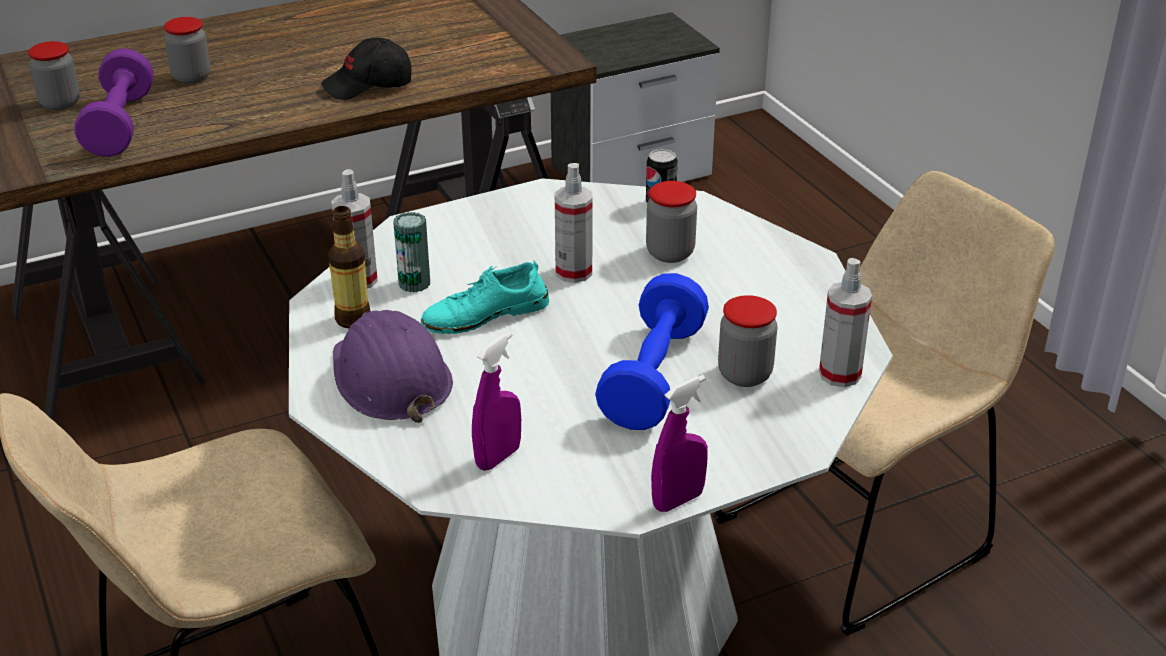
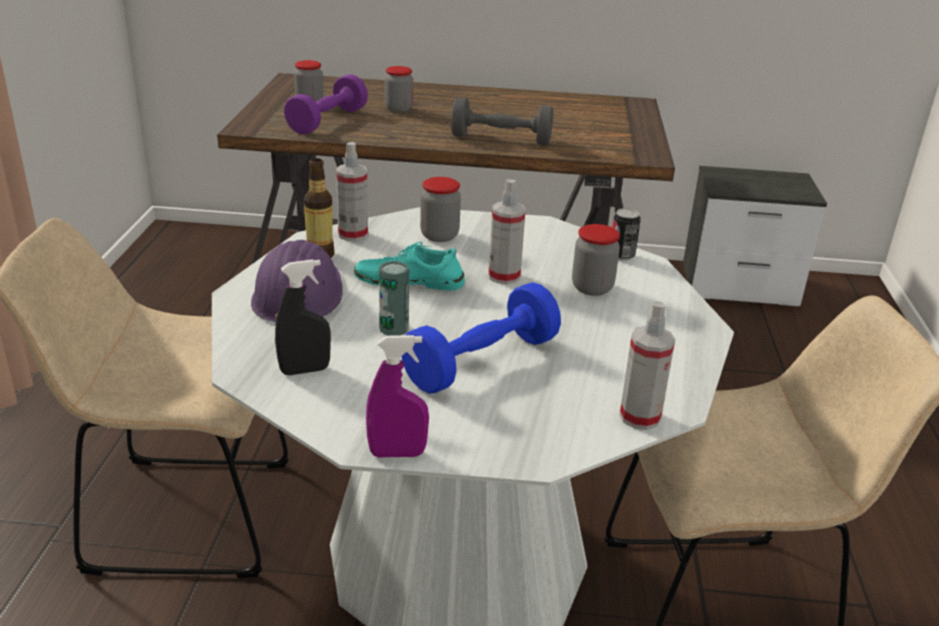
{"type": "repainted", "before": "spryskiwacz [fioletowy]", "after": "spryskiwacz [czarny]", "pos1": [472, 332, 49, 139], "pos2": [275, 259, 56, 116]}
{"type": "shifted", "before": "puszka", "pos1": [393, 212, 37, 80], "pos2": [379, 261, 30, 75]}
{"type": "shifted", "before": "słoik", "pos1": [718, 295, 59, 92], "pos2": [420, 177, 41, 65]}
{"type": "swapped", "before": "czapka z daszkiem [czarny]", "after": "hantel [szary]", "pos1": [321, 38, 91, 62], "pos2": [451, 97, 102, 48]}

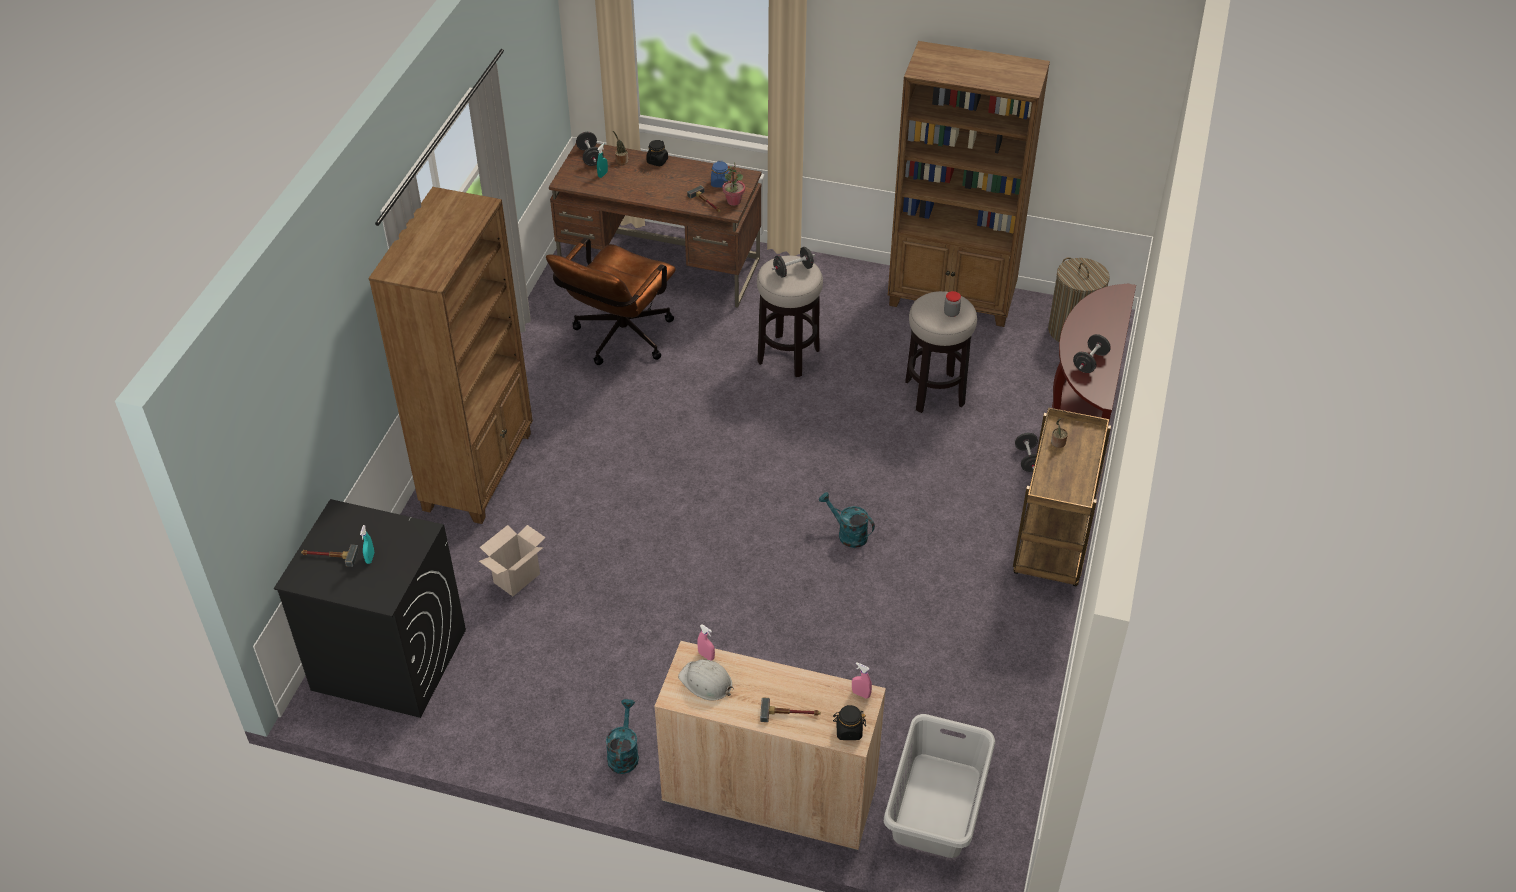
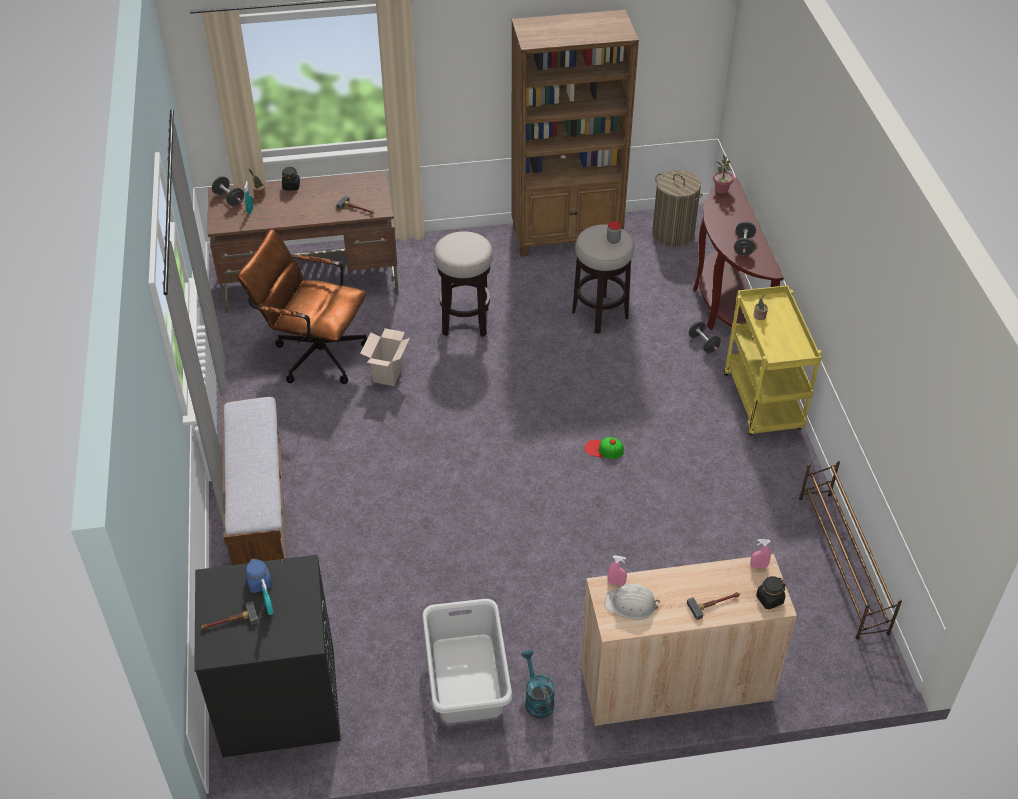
{"type": "swapped", "before": "regał [brązowy]", "after": "ławka", "pos1": [369, 187, 164, 337], "pos2": [222, 396, 64, 169]}
{"type": "rotated", "before": "krzesło biurowe [brązowy]", "pos1": [546, 238, 130, 127], "pos2": [237, 229, 130, 155], "turn": 105}
{"type": "shifted", "before": "słoik [niebieski]", "pos1": [711, 161, 18, 27], "pos2": [245, 558, 27, 35]}
{"type": "shifted", "before": "karton", "pos1": [479, 525, 67, 71], "pos2": [360, 328, 50, 58]}
{"type": "shifted", "before": "kosz na pranie [szary]", "pos1": [884, 714, 111, 144], "pos2": [422, 599, 90, 124]}
{"type": "swapped", "before": "konewka [turkusowy]", "after": "czapka z daszkiem", "pos1": [819, 492, 56, 56], "pos2": [584, 437, 40, 22]}
{"type": "shifted", "before": "roślina doniczkowa", "pos1": [722, 162, 23, 44], "pos2": [713, 155, 21, 39]}
{"type": "repainted", "before": "wózek [brązowy]", "after": "wózek [żółty]", "pos1": [1013, 407, 98, 179], "pos2": [724, 285, 98, 150]}
{"type": "new", "after": "regał na buty [brązowy]", "pos2": [799, 461, 103, 178]}
{"type": "gone", "before": "hantel [czarny]", "pos1": [772, 247, 43, 31]}

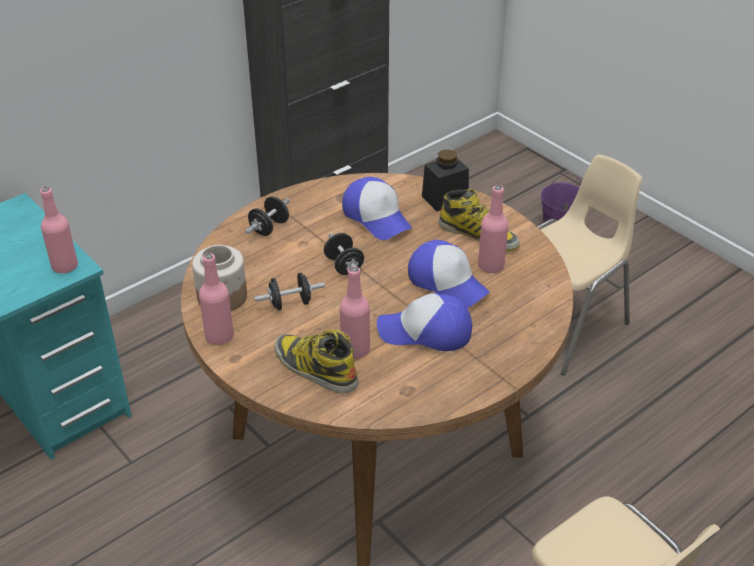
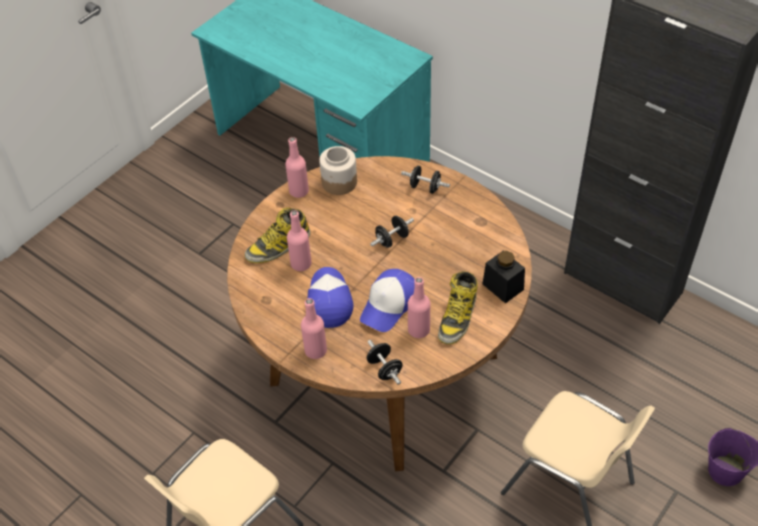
{"type": "rotated", "before": "but z cholewką", "pos1": [274, 330, 85, 63], "pos2": [245, 207, 65, 56], "turn": -150}
{"type": "shifted", "before": "butelka [różowy]", "pos1": [40, 187, 38, 87], "pos2": [301, 298, 26, 61]}
{"type": "shifted", "before": "hantel [czarny]", "pos1": [254, 272, 71, 38], "pos2": [367, 340, 36, 45]}
{"type": "gone", "before": "czapka z daszkiem", "pos1": [342, 177, 70, 63]}

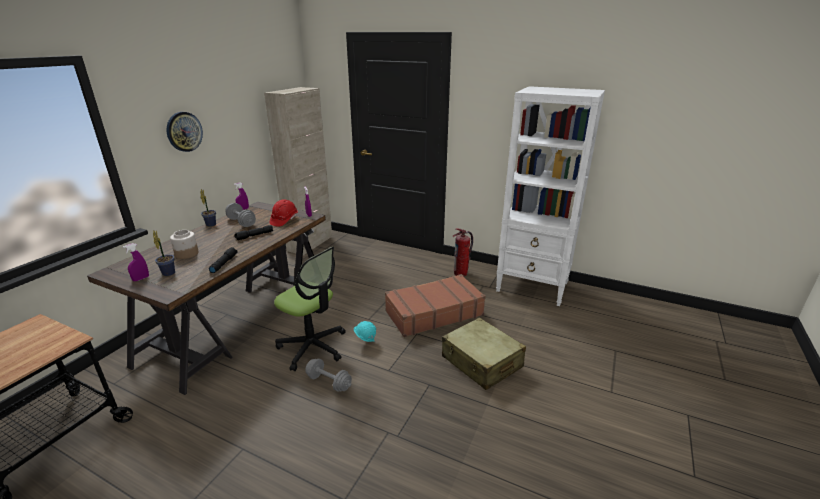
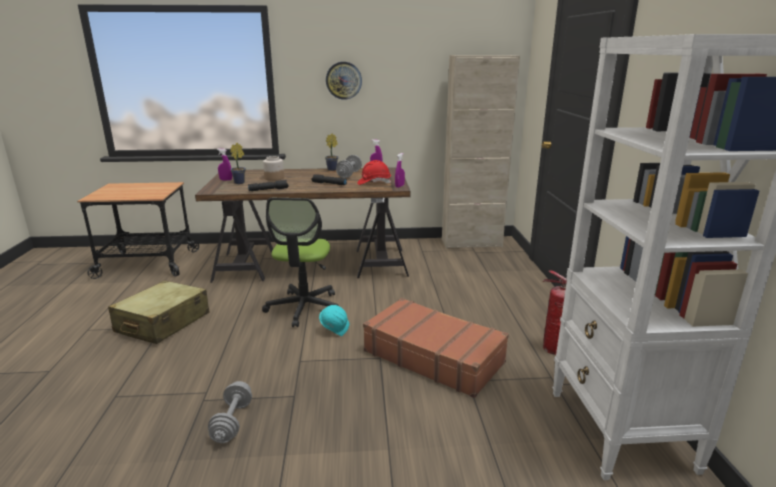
{"type": "shifted", "before": "walizka [beżowy]", "pos1": [442, 317, 84, 73], "pos2": [108, 280, 102, 64]}
{"type": "shifted", "before": "hantel [szary]", "pos1": [305, 359, 47, 32], "pos2": [208, 381, 44, 62]}

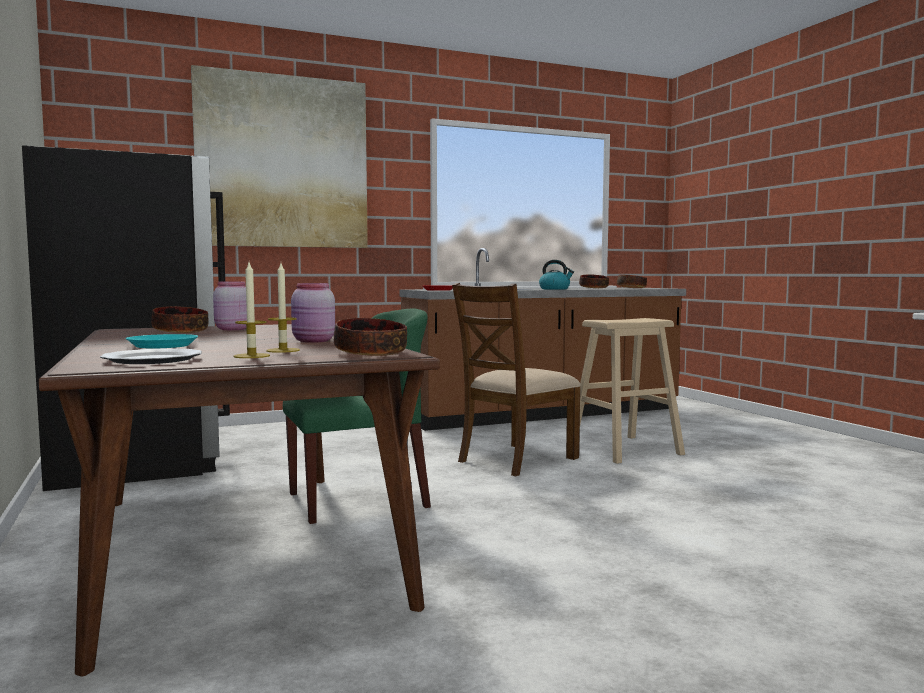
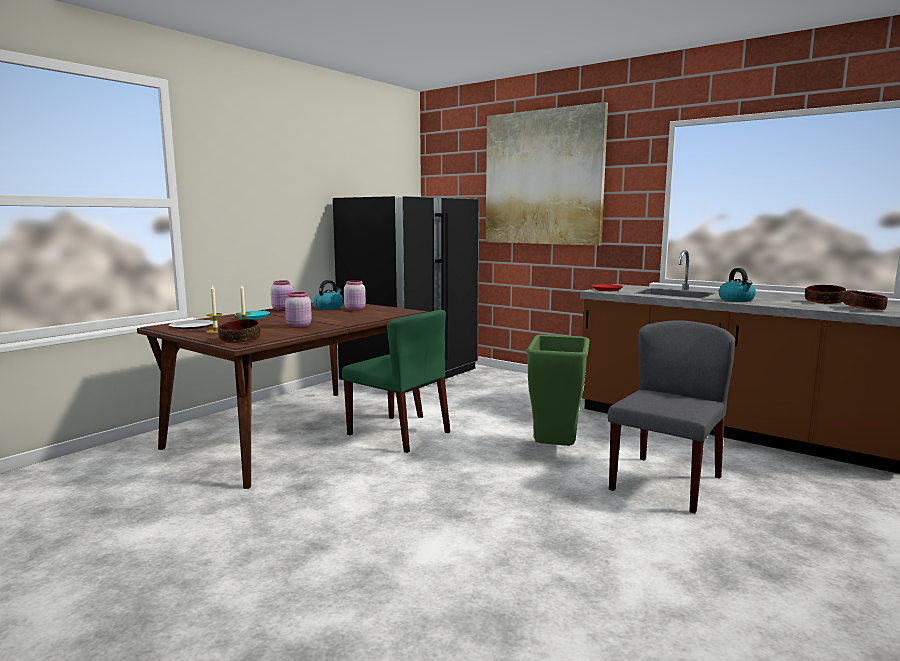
{"type": "new", "after": "słoik [różowy]", "pos2": [271, 280, 22, 31]}
{"type": "swapped", "before": "miska", "after": "czajnik", "pos1": [151, 306, 57, 27], "pos2": [313, 280, 31, 30]}
{"type": "swapped", "before": "krzesło [brązowy]", "after": "kosz na śmieci [zielony]", "pos1": [452, 283, 129, 193], "pos2": [526, 335, 63, 111]}
{"type": "swapped", "before": "stołek [beżowy]", "after": "krzesło [szary]", "pos1": [580, 318, 105, 146], "pos2": [608, 320, 127, 193]}

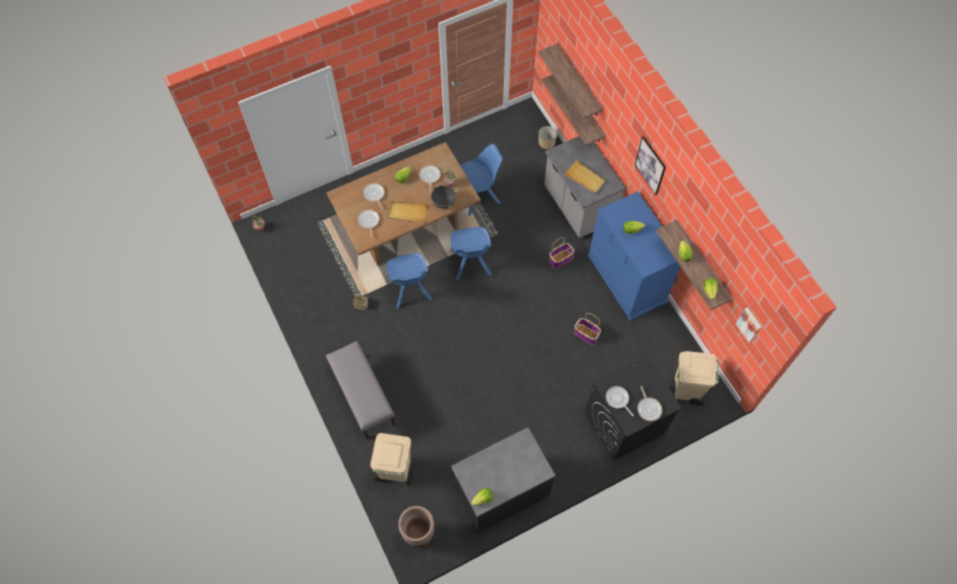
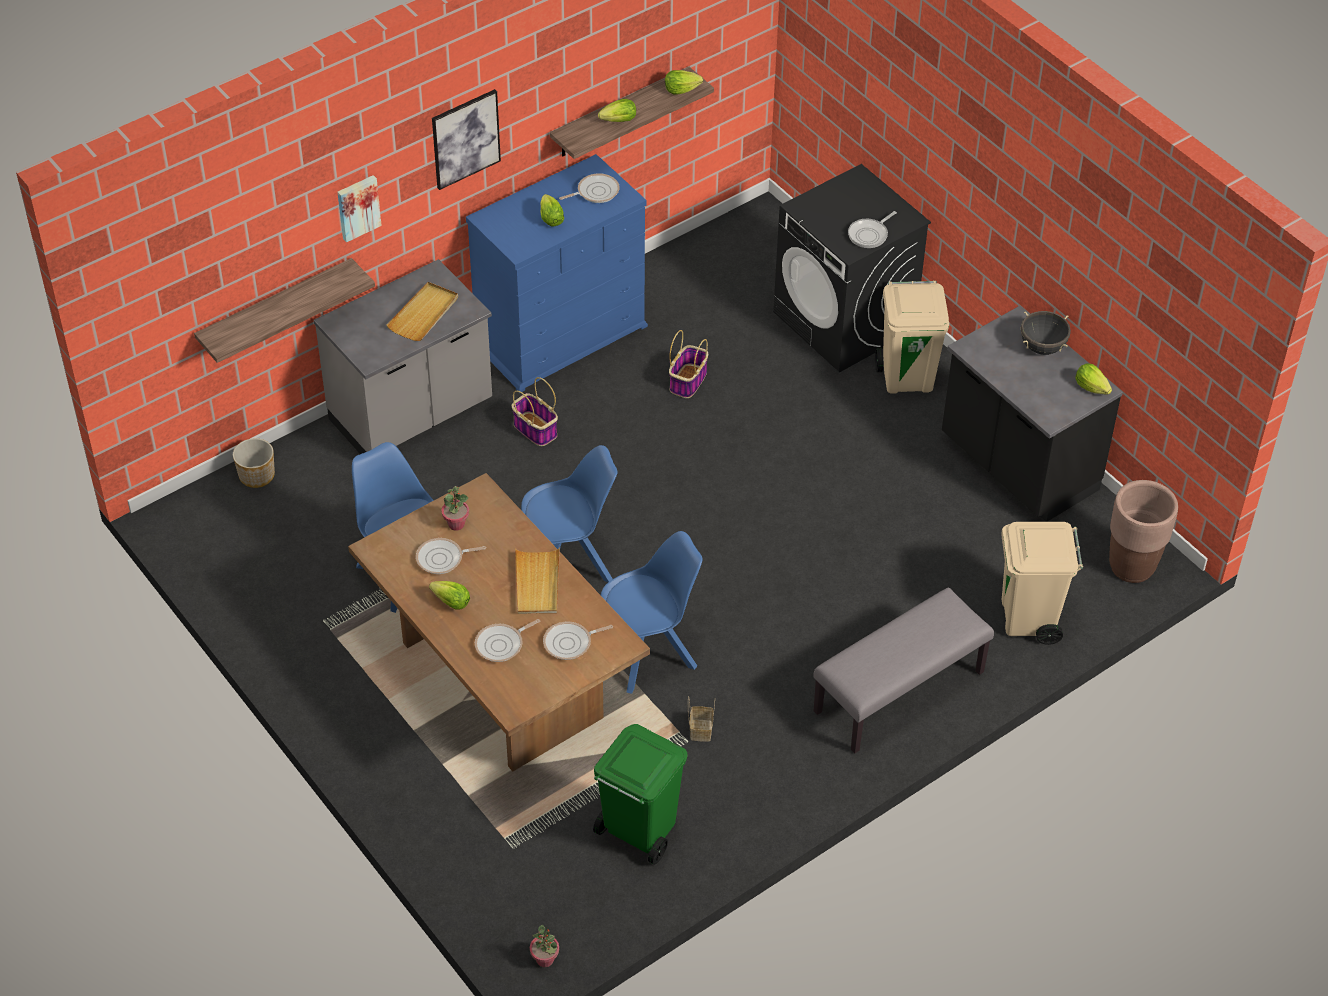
{"type": "shifted", "before": "obraz", "pos1": [736, 307, 25, 36], "pos2": [337, 175, 45, 67]}
{"type": "shifted", "before": "patelnia", "pos1": [637, 386, 25, 35], "pos2": [559, 173, 61, 30]}
{"type": "new", "after": "kosz na śmieci [zielony]", "pos2": [593, 724, 95, 141]}
{"type": "shifted", "before": "kosz na śmieci [beżowy]", "pos1": [674, 351, 45, 55], "pos2": [875, 280, 74, 114]}
{"type": "shifted", "before": "garnek [czarny]", "pos1": [431, 184, 26, 25], "pos2": [1021, 311, 50, 44]}
{"type": "gone", "before": "półka", "pos1": [538, 44, 65, 75]}

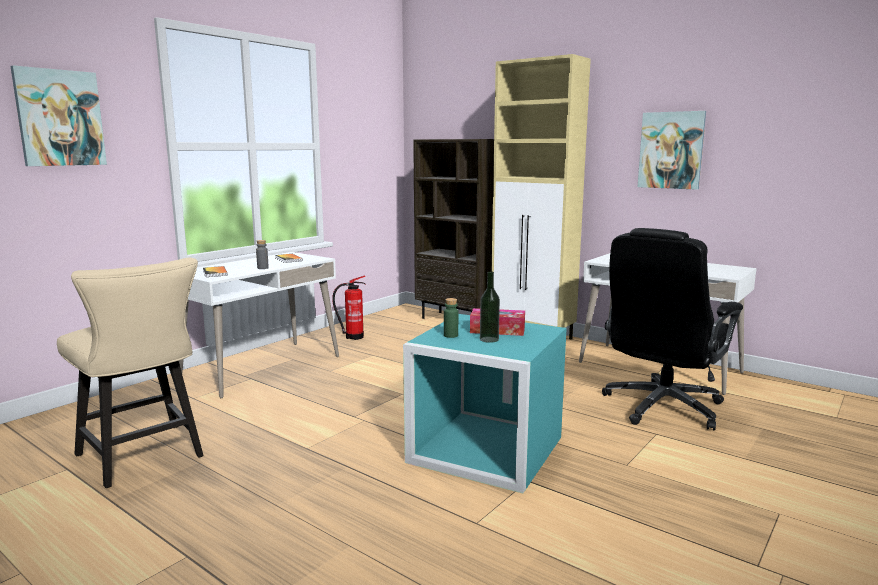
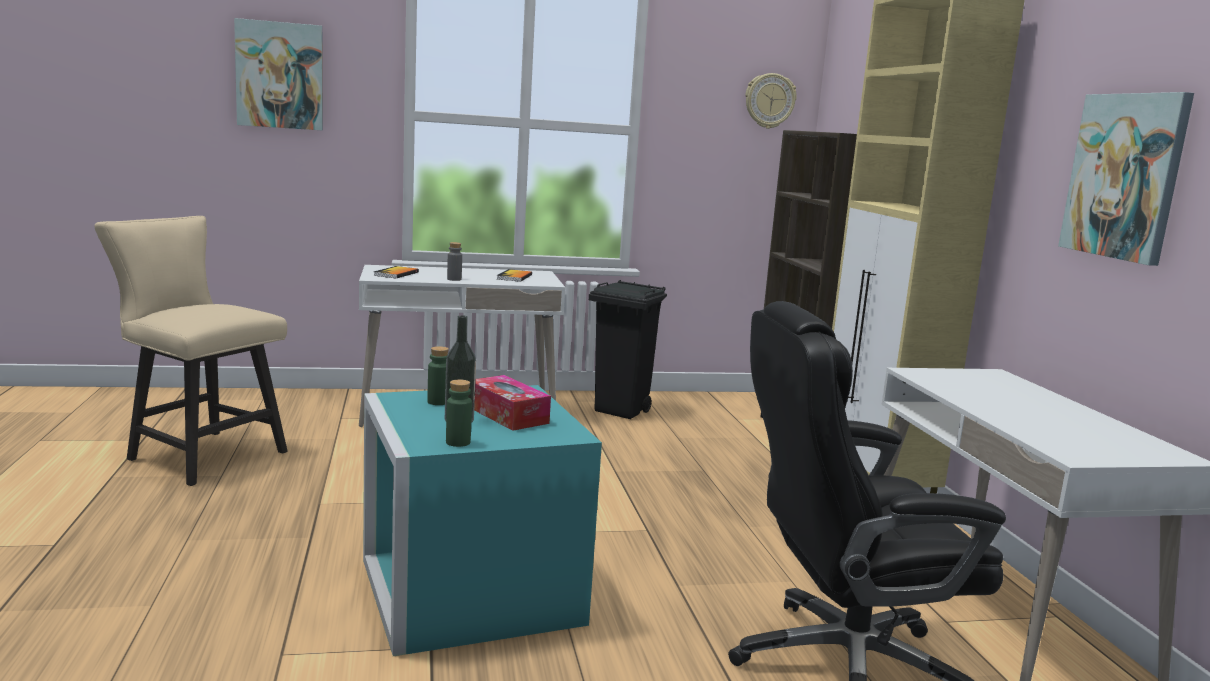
{"type": "rotated", "before": "krzesło [beżowy]", "pos1": [57, 258, 146, 230], "pos2": [94, 216, 193, 270], "turn": 120}
{"type": "new", "after": "butelka [zielony]", "pos2": [446, 379, 26, 68]}
{"type": "swapped", "before": "gaśnica", "after": "kosz na śmieci [czarny]", "pos1": [332, 276, 34, 64], "pos2": [589, 280, 78, 139]}
{"type": "new", "after": "zegar ścienny", "pos2": [745, 73, 52, 56]}

